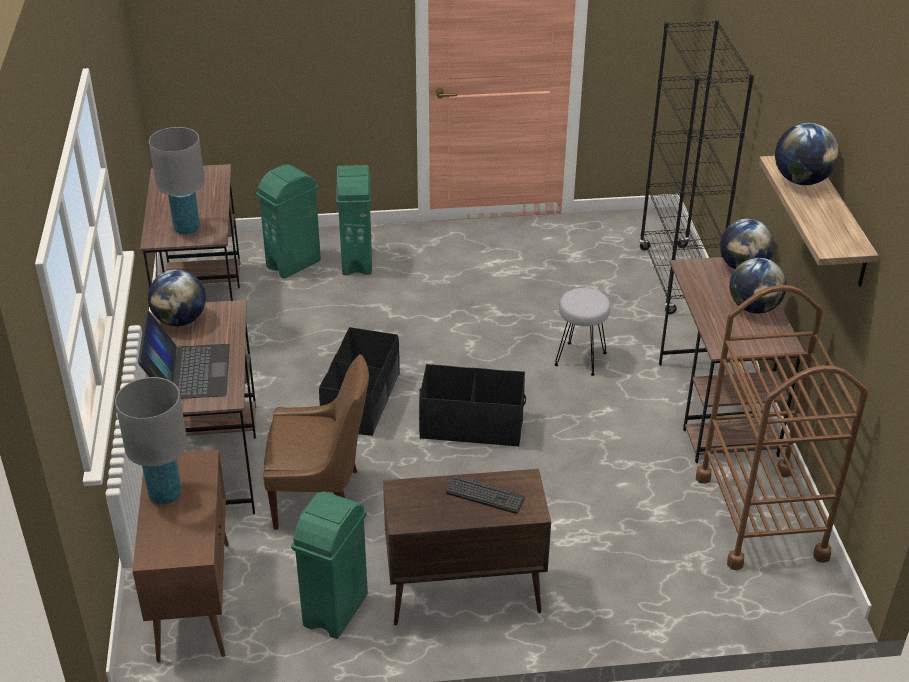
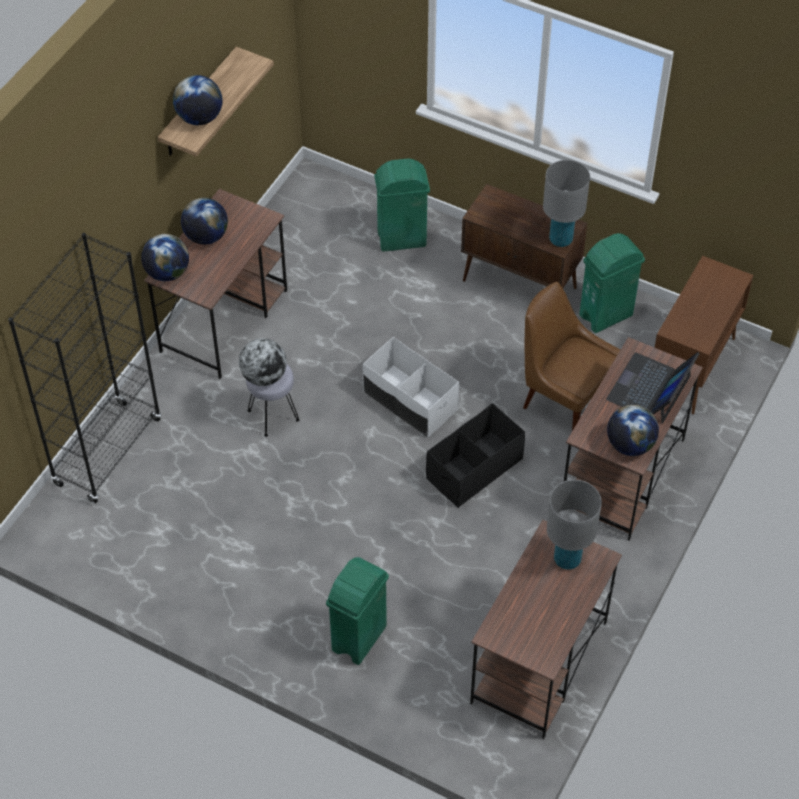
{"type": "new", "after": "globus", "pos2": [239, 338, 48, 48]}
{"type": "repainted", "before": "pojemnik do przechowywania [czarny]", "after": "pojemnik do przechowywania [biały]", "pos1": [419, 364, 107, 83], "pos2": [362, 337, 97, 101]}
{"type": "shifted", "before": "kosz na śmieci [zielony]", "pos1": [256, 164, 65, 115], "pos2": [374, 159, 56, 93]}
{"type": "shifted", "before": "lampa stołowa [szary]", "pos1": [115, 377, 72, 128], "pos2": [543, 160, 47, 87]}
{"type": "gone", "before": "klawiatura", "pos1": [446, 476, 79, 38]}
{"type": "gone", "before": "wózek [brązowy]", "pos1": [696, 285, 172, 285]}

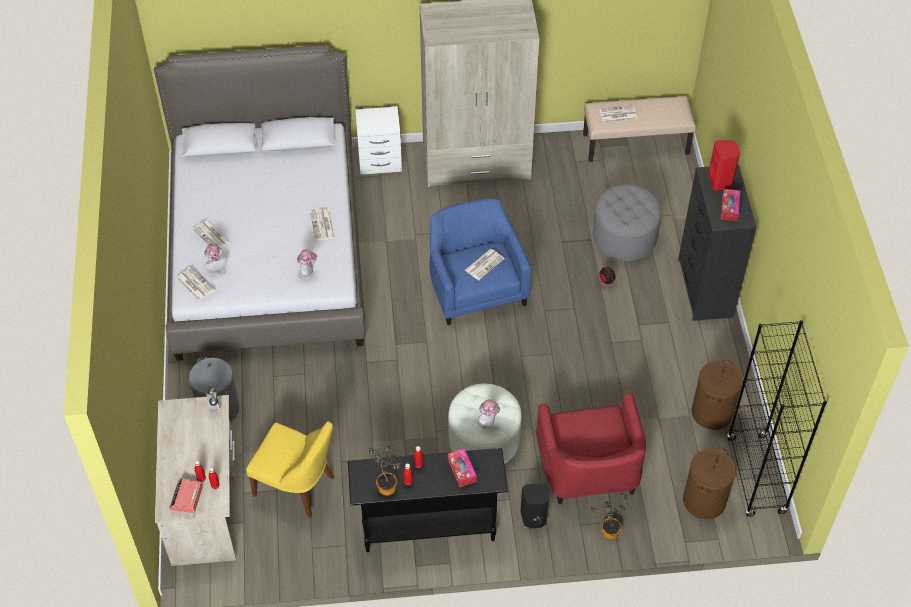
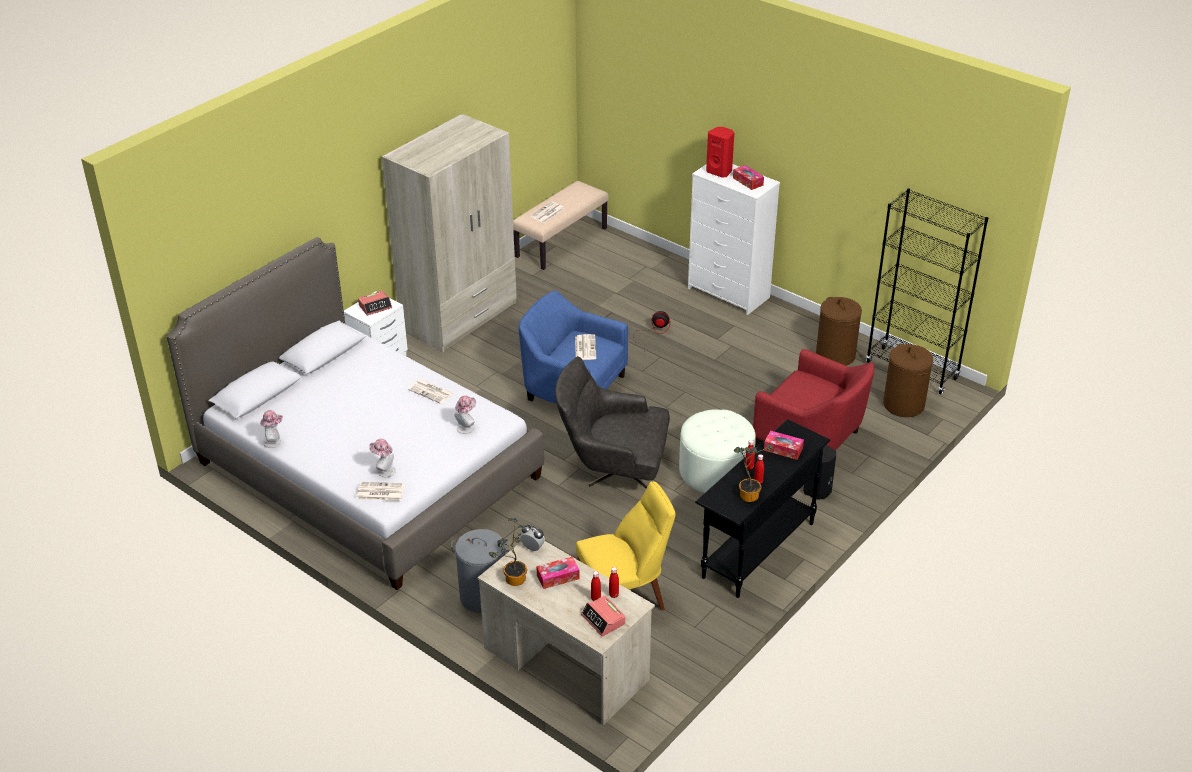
{"type": "shifted", "before": "kapelusz", "pos1": [478, 399, 22, 30], "pos2": [260, 410, 23, 38]}
{"type": "new", "after": "budzik", "pos2": [358, 291, 34, 25]}
{"type": "shifted", "before": "roślina doniczkowa", "pos1": [591, 492, 37, 48], "pos2": [489, 518, 38, 68]}
{"type": "new", "after": "pudełko chusteczek", "pos2": [536, 556, 44, 33]}
{"type": "new", "after": "fotel [szary]", "pos2": [555, 356, 115, 133]}
{"type": "repainted", "before": "komoda [czarny]", "after": "komoda [biały]", "pos1": [678, 164, 79, 157], "pos2": [688, 164, 92, 151]}
{"type": "gone", "before": "gazeta", "pos1": [193, 220, 38, 28]}
{"type": "gone", "before": "pufa [szary]", "pos1": [593, 184, 69, 77]}

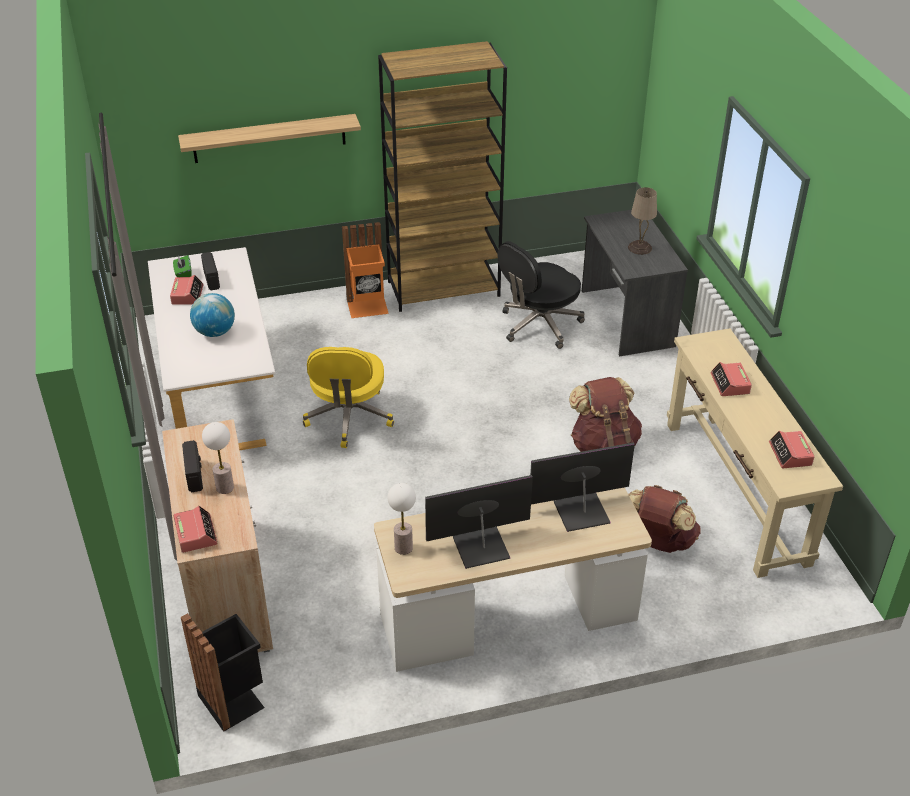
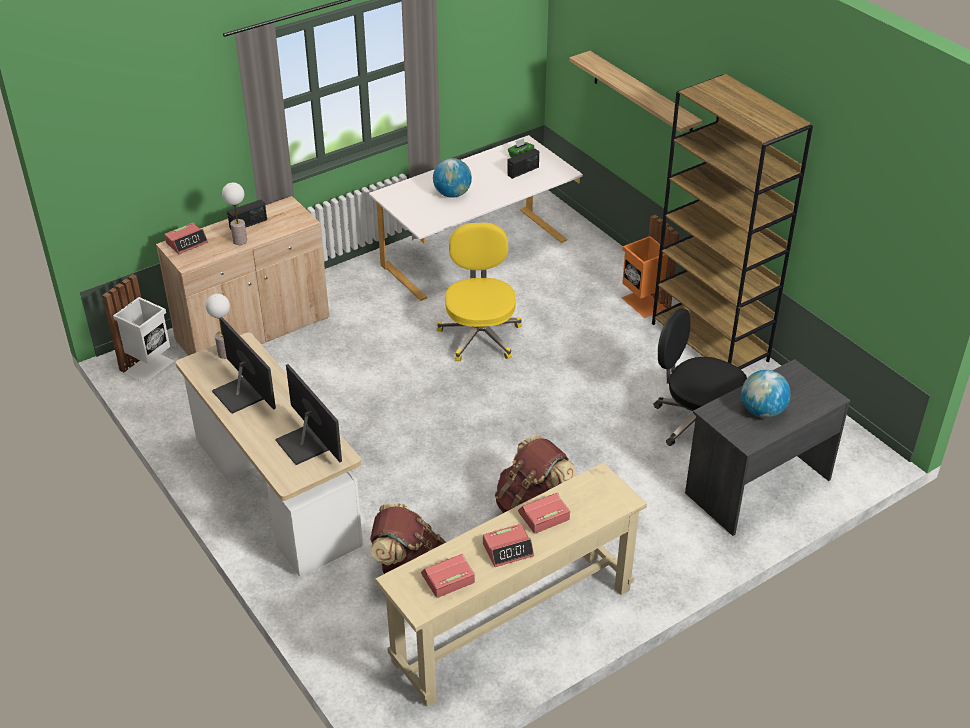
{"type": "repainted", "before": "kosz na śmieci [czarny]", "after": "kosz na śmieci [biały]", "pos1": [181, 613, 83, 119], "pos2": [102, 274, 72, 109]}
{"type": "rotated", "before": "krzesło biurowe [żółty]", "pos1": [303, 347, 91, 101], "pos2": [437, 223, 85, 138], "turn": 105}
{"type": "shifted", "before": "budzik", "pos1": [170, 275, 34, 30], "pos2": [483, 524, 51, 43]}
{"type": "swapped", "before": "lampa stołowa [beżowy]", "after": "globus", "pos1": [628, 187, 29, 68], "pos2": [741, 370, 50, 48]}

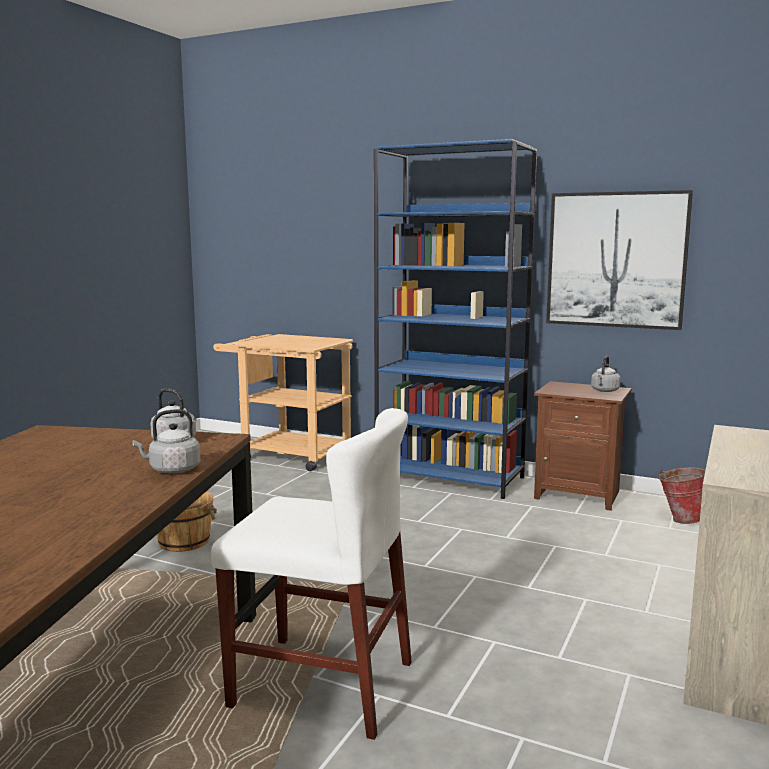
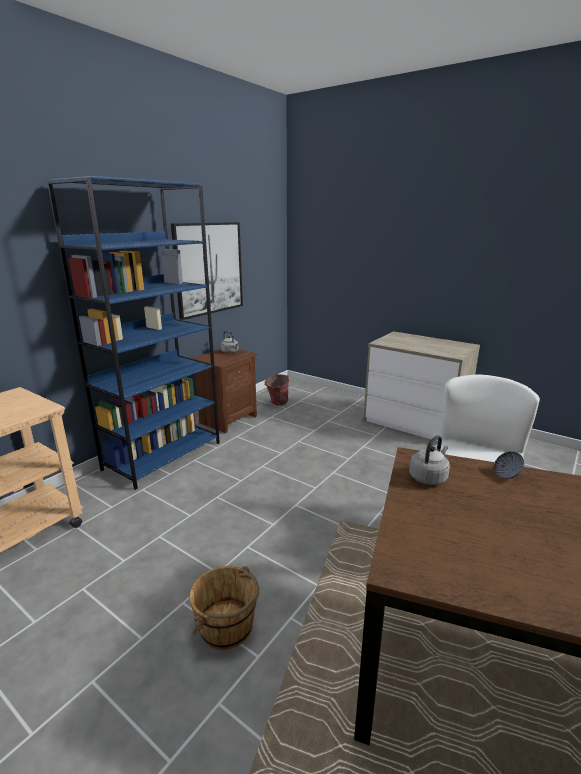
{"type": "swapped", "before": "czajnik [szary]", "after": "miska", "pos1": [132, 409, 68, 65], "pos2": [494, 451, 30, 28]}

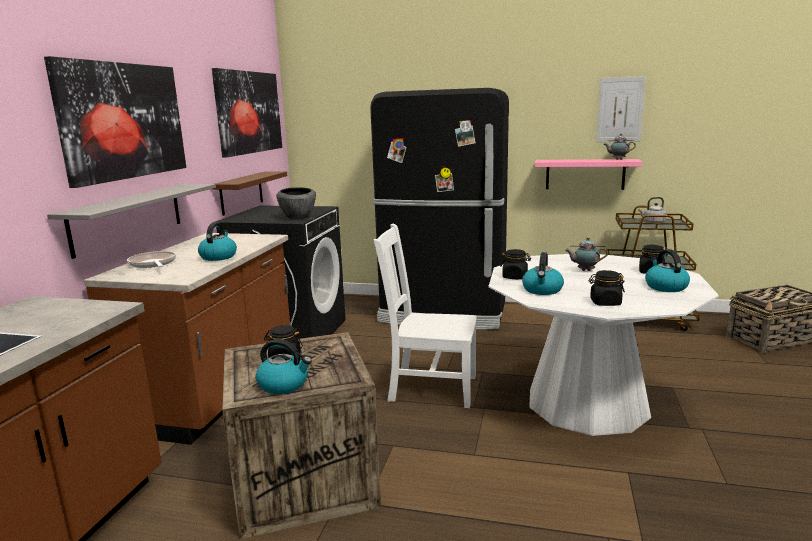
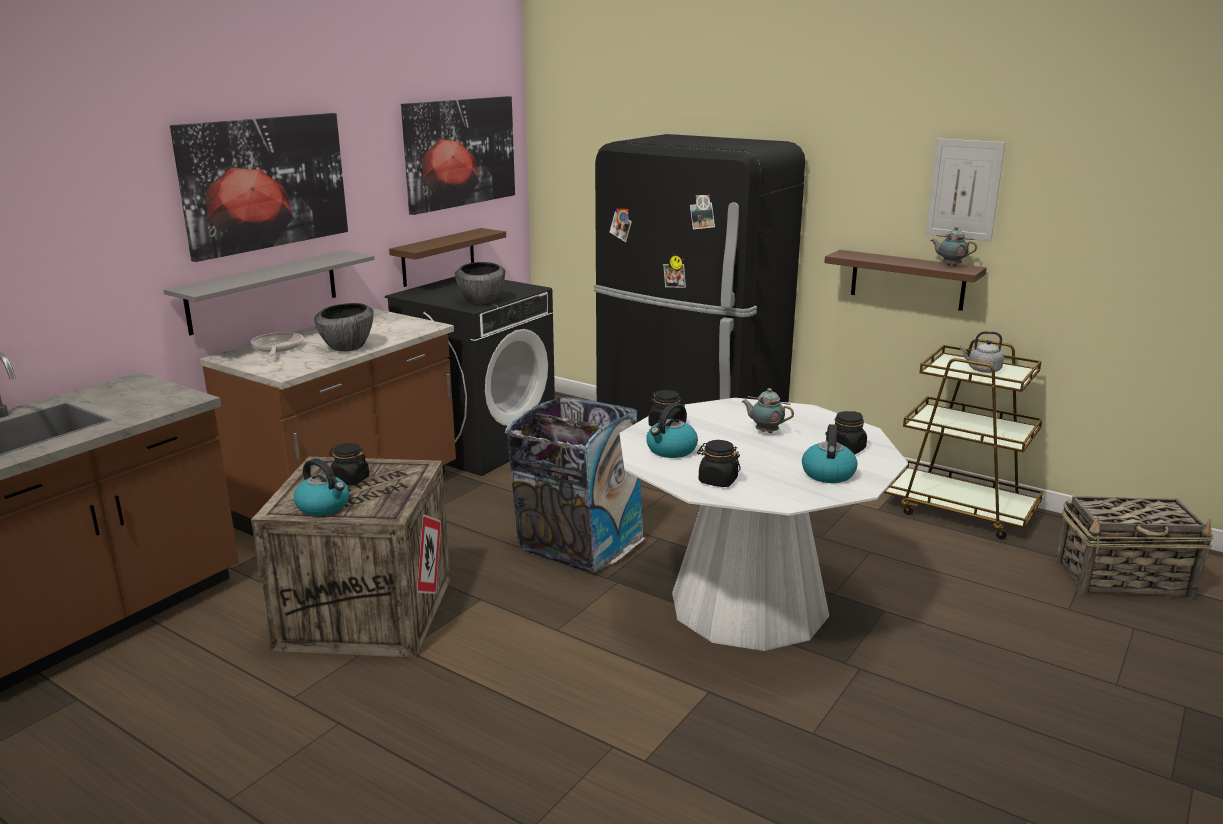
{"type": "swapped", "before": "czajnik", "after": "miska", "pos1": [198, 222, 39, 39], "pos2": [314, 303, 60, 48]}
{"type": "swapped", "before": "krzesło [biały]", "after": "kosz na śmieci", "pos1": [374, 224, 103, 184], "pos2": [504, 397, 141, 176]}
{"type": "repainted", "before": "półka [różowy]", "after": "półka [brązowy]", "pos1": [535, 159, 107, 31], "pos2": [824, 250, 163, 61]}

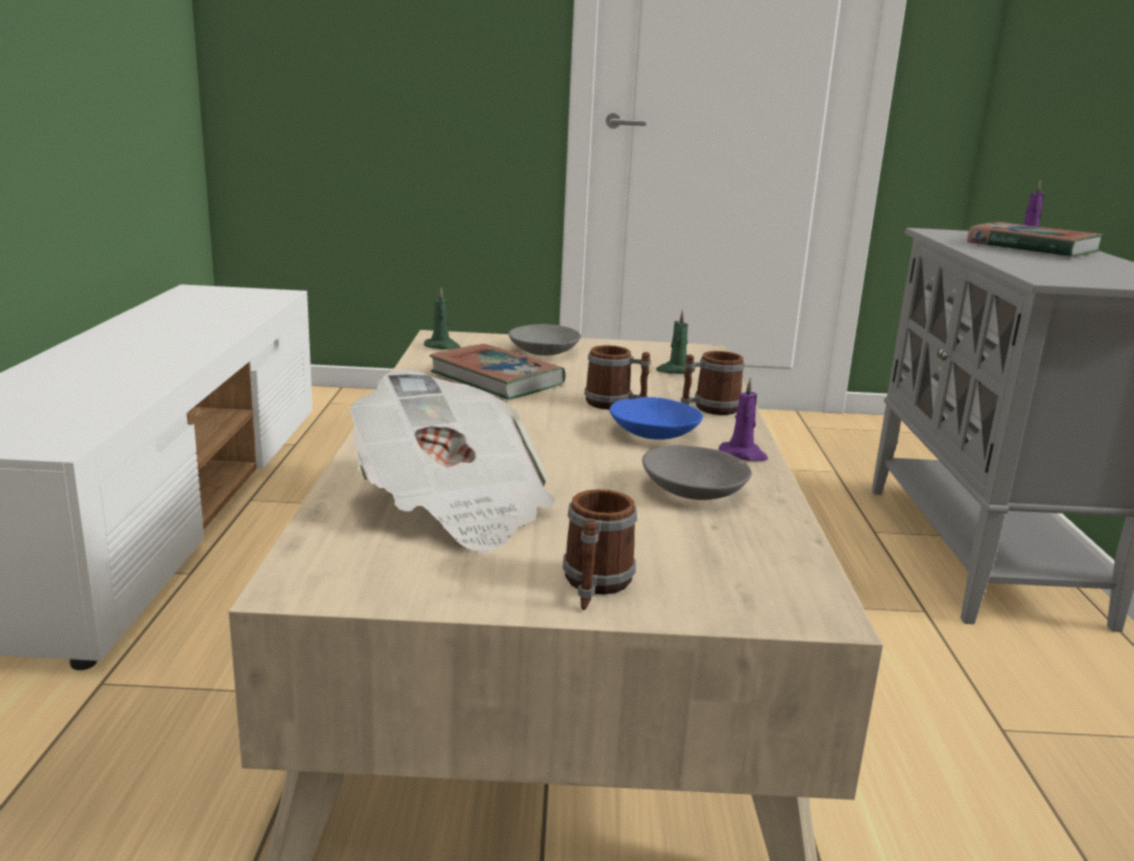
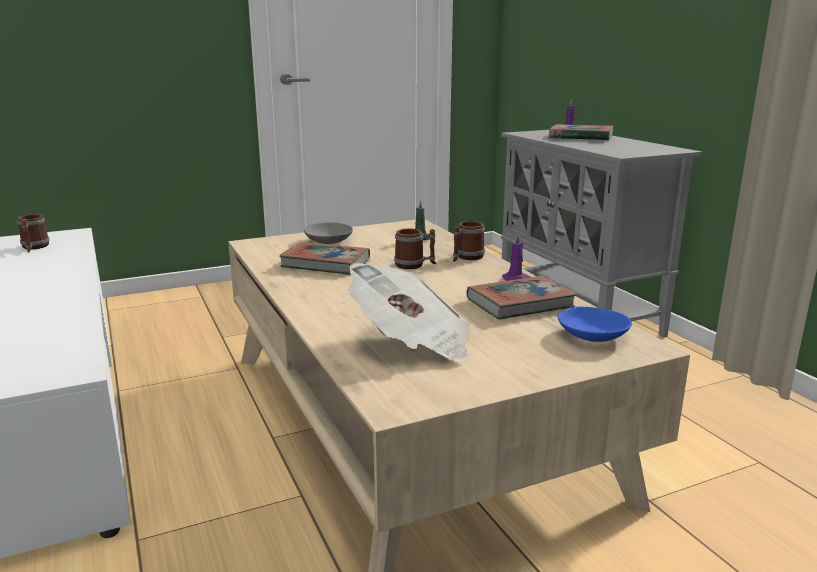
{"type": "shifted", "before": "kubek", "pos1": [563, 489, 74, 121], "pos2": [17, 214, 33, 39]}
{"type": "swapped", "before": "miska [szary]", "after": "książka", "pos1": [642, 446, 110, 54], "pos2": [467, 276, 110, 43]}
{"type": "shifted", "before": "miska [niebieski]", "pos1": [609, 397, 94, 43], "pos2": [558, 307, 74, 35]}
{"type": "gone", "before": "świeca [zielony]", "pos1": [424, 287, 37, 63]}

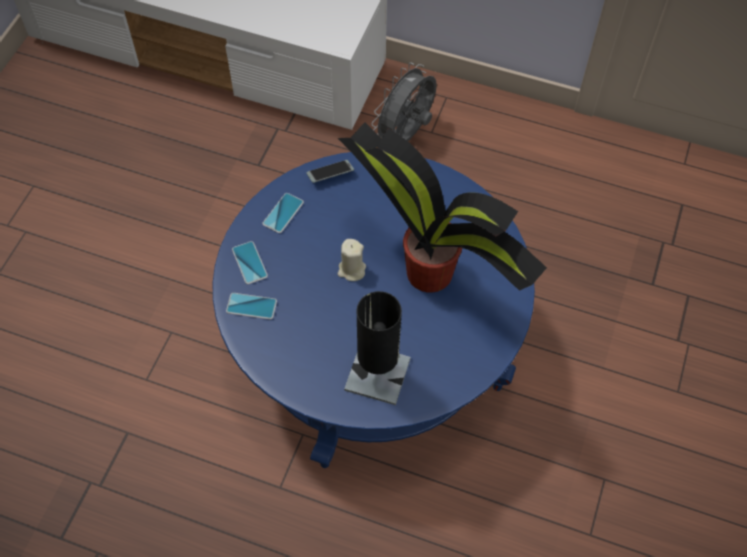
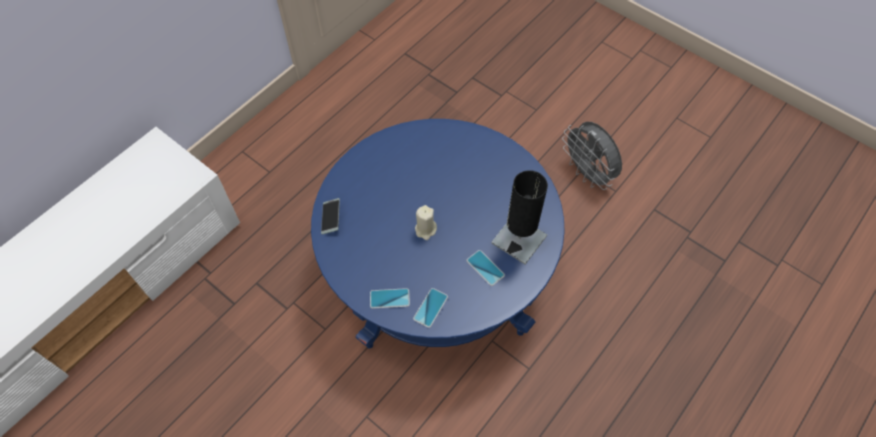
{"type": "shifted", "before": "telefon", "pos1": [262, 193, 42, 40], "pos2": [467, 250, 38, 36]}
{"type": "shifted", "before": "wentylator [szary]", "pos1": [371, 62, 66, 79], "pos2": [562, 122, 60, 68]}
{"type": "gone", "before": "roślina doniczkowa", "pos1": [338, 122, 209, 171]}

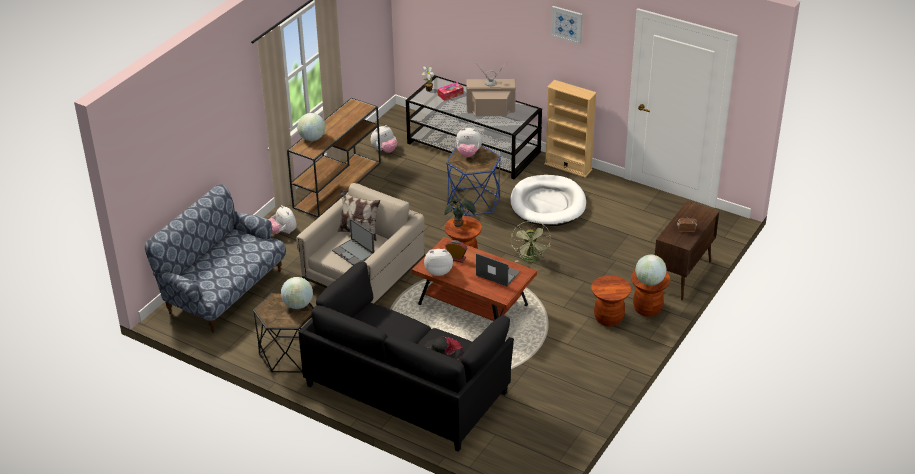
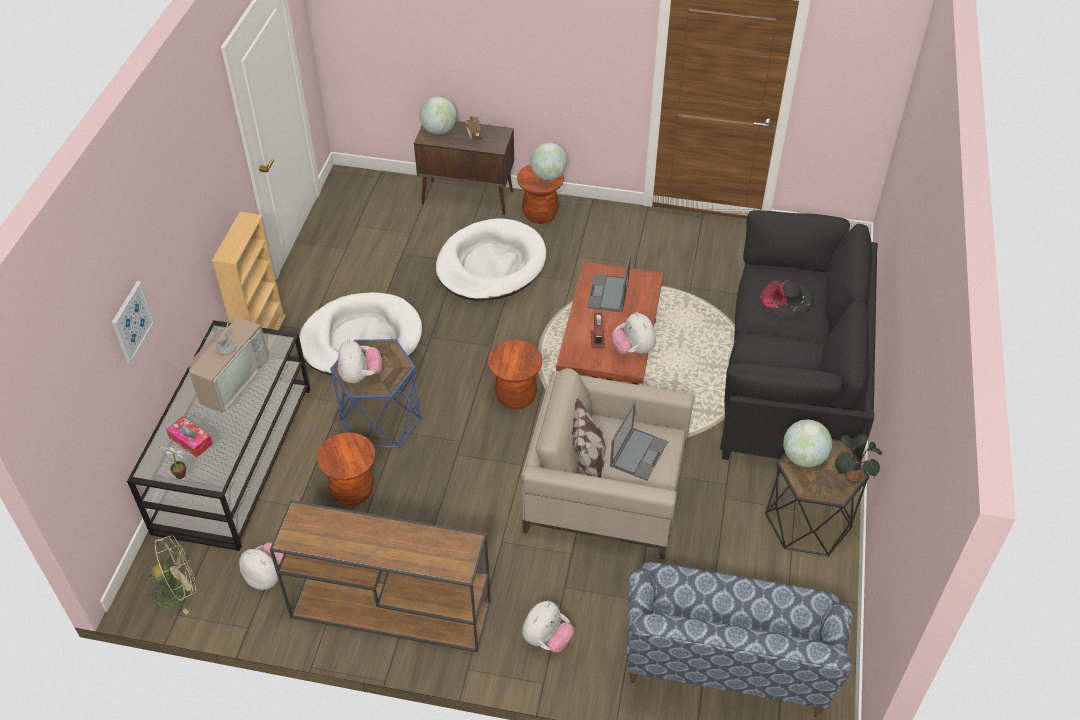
{"type": "shifted", "before": "obraz", "pos1": [551, 6, 32, 38], "pos2": [112, 281, 43, 83]}
{"type": "shifted", "before": "wentylator [zielony]", "pos1": [511, 221, 40, 41], "pos2": [147, 536, 49, 79]}
{"type": "rotated", "before": "telewizor", "pos1": [466, 66, 50, 50], "pos2": [188, 300, 81, 113], "turn": -135}
{"type": "shifted", "before": "stołek [brązowy]", "pos1": [591, 275, 40, 52], "pos2": [316, 433, 59, 73]}
{"type": "shifted", "before": "globus", "pos1": [297, 113, 29, 28], "pos2": [419, 97, 38, 38]}
{"type": "new", "after": "legowisko [biały]", "pos2": [436, 218, 110, 83]}
{"type": "shifted", "before": "roślina doniczkowa", "pos1": [444, 199, 32, 28], "pos2": [835, 434, 47, 49]}

